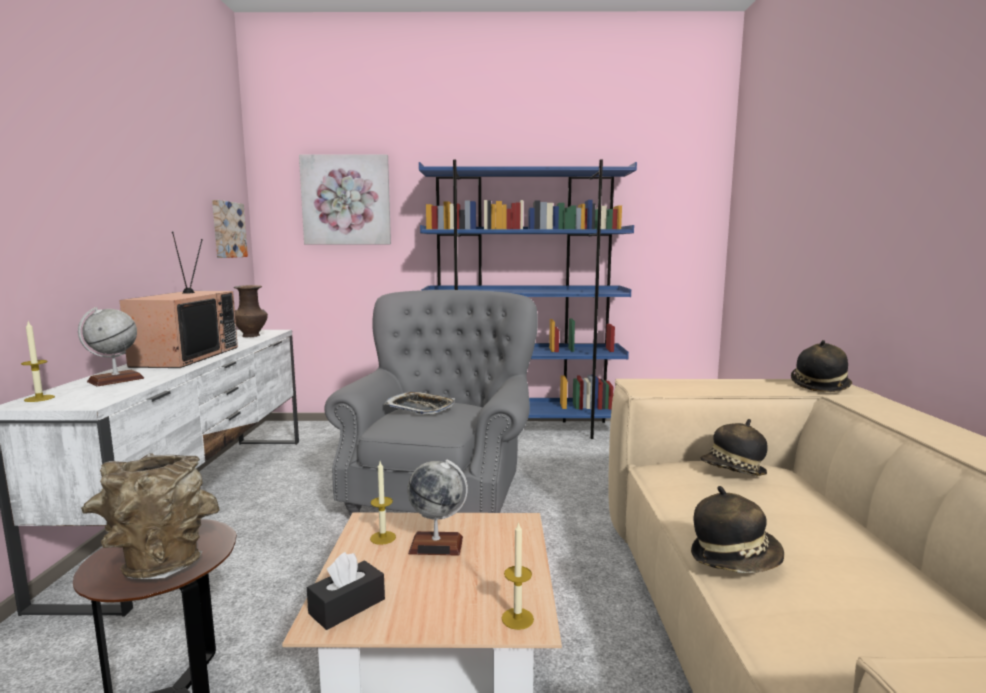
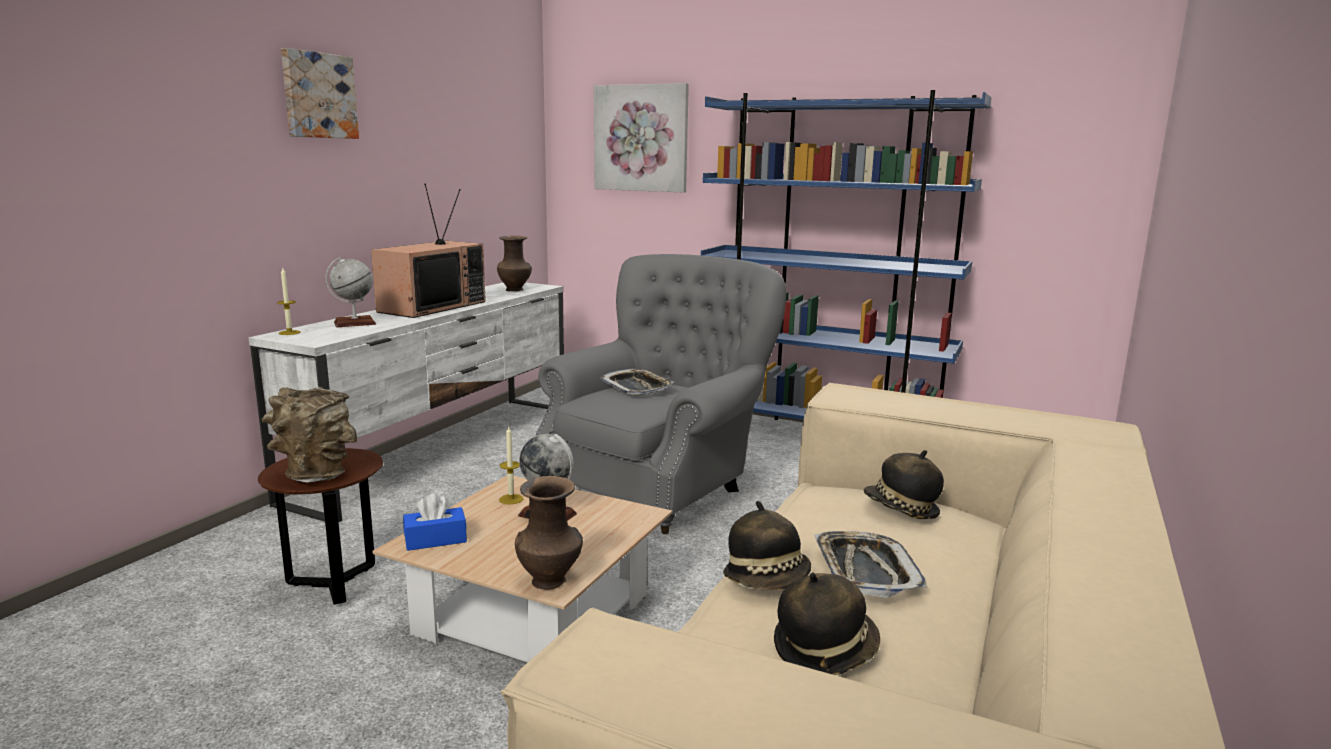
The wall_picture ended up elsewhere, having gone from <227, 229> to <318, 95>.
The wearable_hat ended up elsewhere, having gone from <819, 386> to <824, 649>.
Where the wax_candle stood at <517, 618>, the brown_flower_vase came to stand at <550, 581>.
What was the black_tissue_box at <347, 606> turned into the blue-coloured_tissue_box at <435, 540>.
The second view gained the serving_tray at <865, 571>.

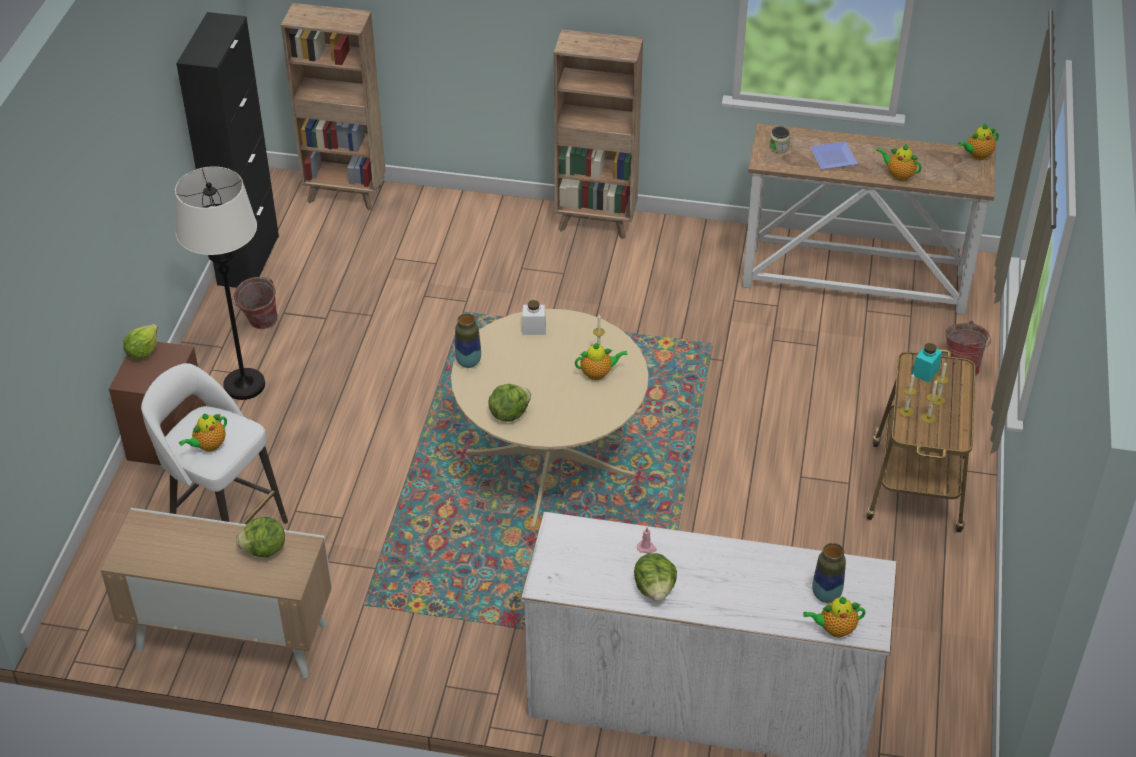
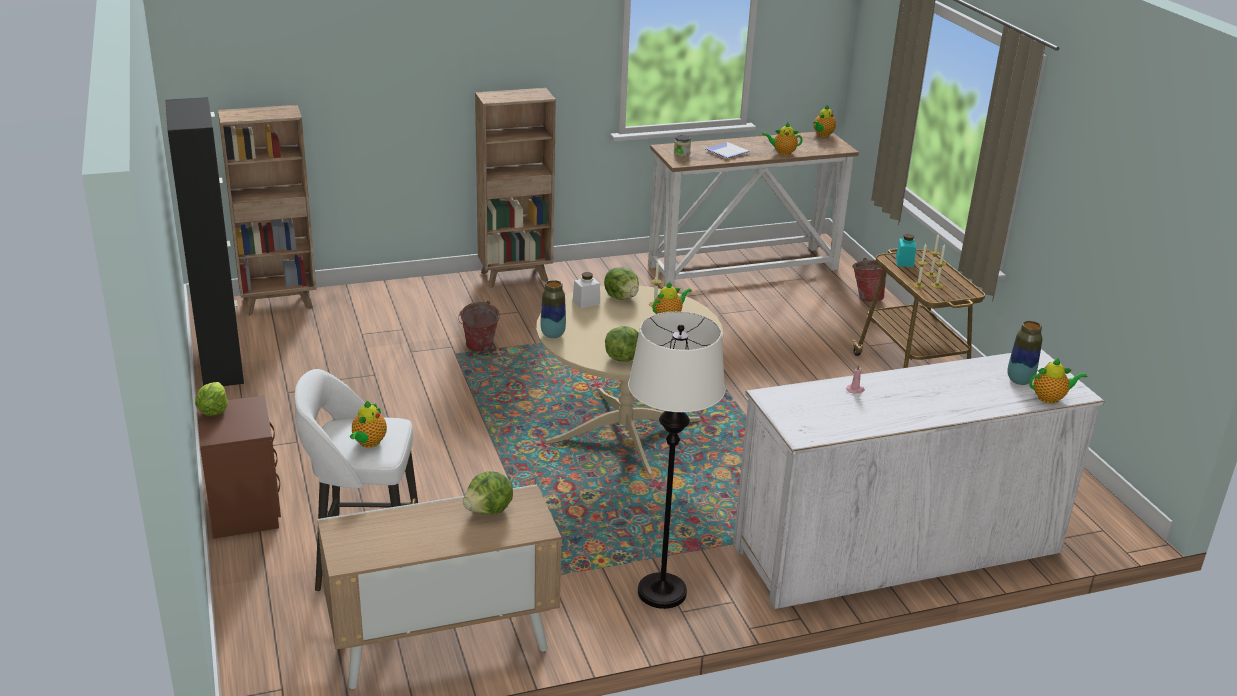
The whitish_standing_lamp ended up elsewhere, having gone from <244, 385> to <662, 592>.
The bucket ended up elsewhere, having gone from <259, 324> to <479, 349>.
The lettuce ended up elsewhere, having gone from <655, 589> to <622, 297>.
The teapot at <834, 629> ended up facing another way, 150 degrees counterclockwise from before.

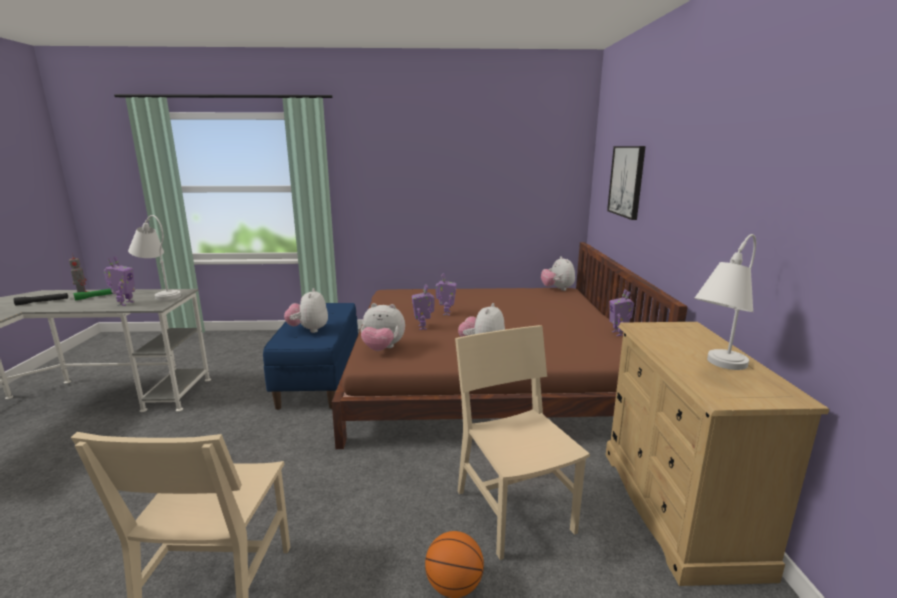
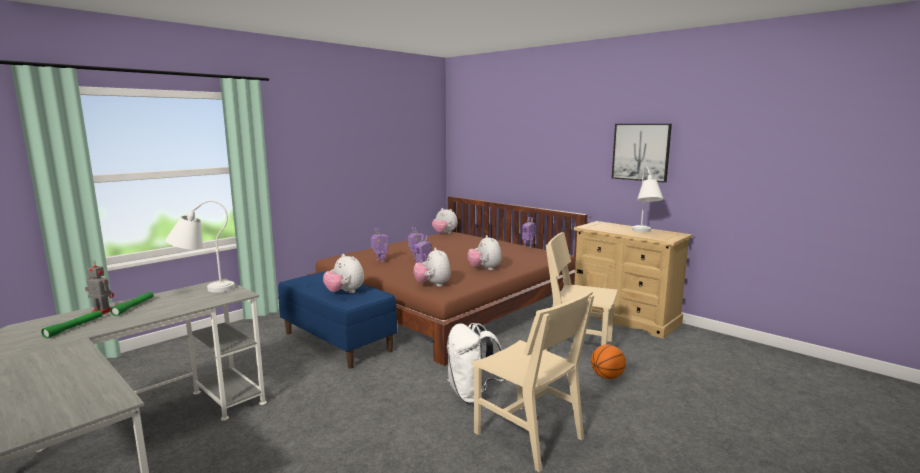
The wall_picture ended up elsewhere, having gone from <627, 181> to <641, 152>.
The model_robot ended up elsewhere, having gone from <125, 303> to <380, 260>.
What was the black_hand_torch at <42, 302> turned into the green_hand_torch at <74, 327>.
The plush_toy at <382, 349> ended up facing another way, 105 degrees clockwise from before.
The second view gained the whitish_knapsack at <473, 395>.

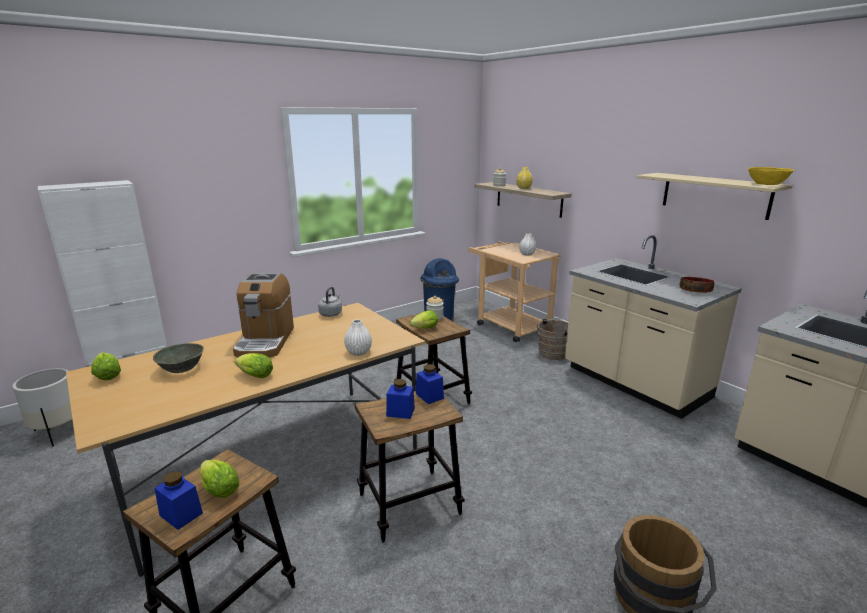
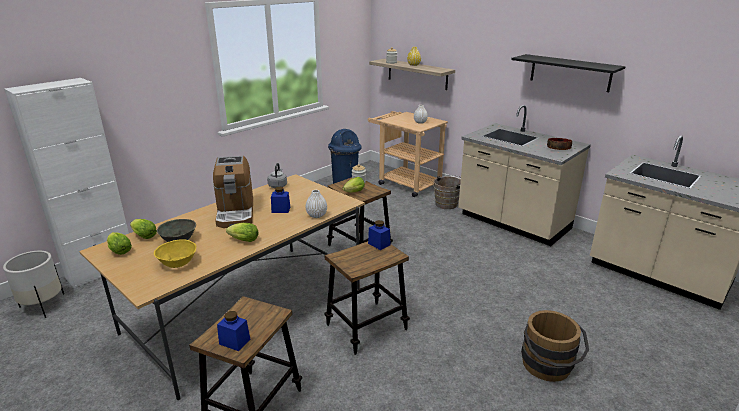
The yellow_bowl ended up elsewhere, having gone from <767, 184> to <178, 262>.
What was the beige_wall_shelf at <715, 195> turned into the black_wall_shelf at <570, 73>.
The blue-coloured_preserve_jar ended up elsewhere, having gone from <400, 412> to <281, 210>.
The lettuce ended up elsewhere, having gone from <218, 488> to <143, 236>.

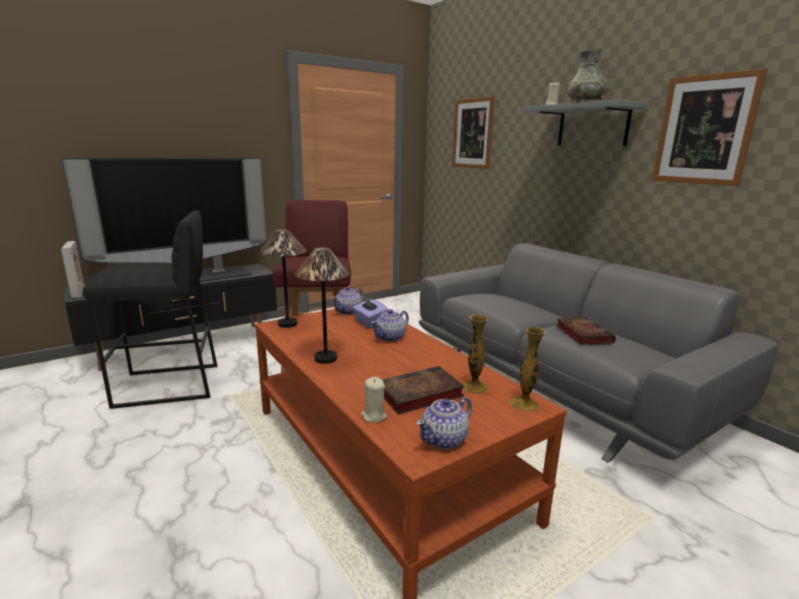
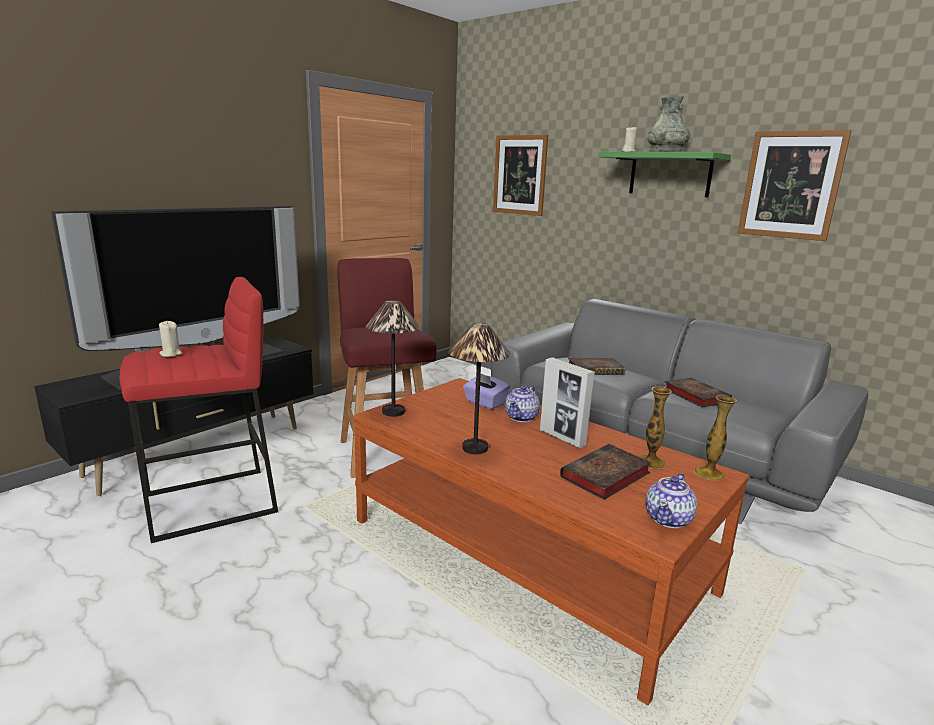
What was the grey_wall_shelf at <592, 126> turned into the green_wall_shelf at <670, 174>.
What was the black_stool_seat at <167, 386> turned into the reddish_stool_seat at <211, 504>.
The picture_frame ended up elsewhere, having gone from <78, 293> to <562, 438>.
The second view lost the teapot at <348, 311>.
The beige_wax_candle ended up elsewhere, having gone from <373, 416> to <171, 354>.
The second view gained the book at <596, 370>.

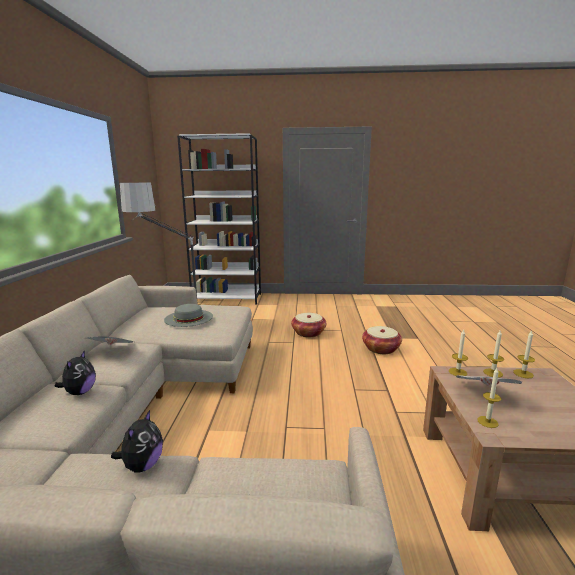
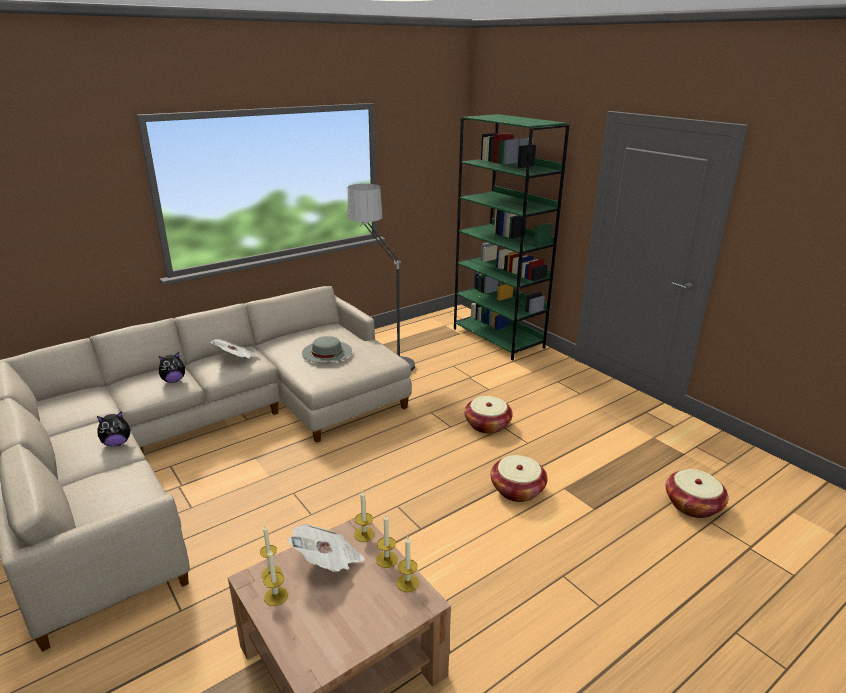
What was the whitish_bookshelf at <227, 298> turned into the green_bookshelf at <498, 338>.
The second view gained the household_basket at <692, 505>.
The second view gained the wax_candle at <276, 596>.

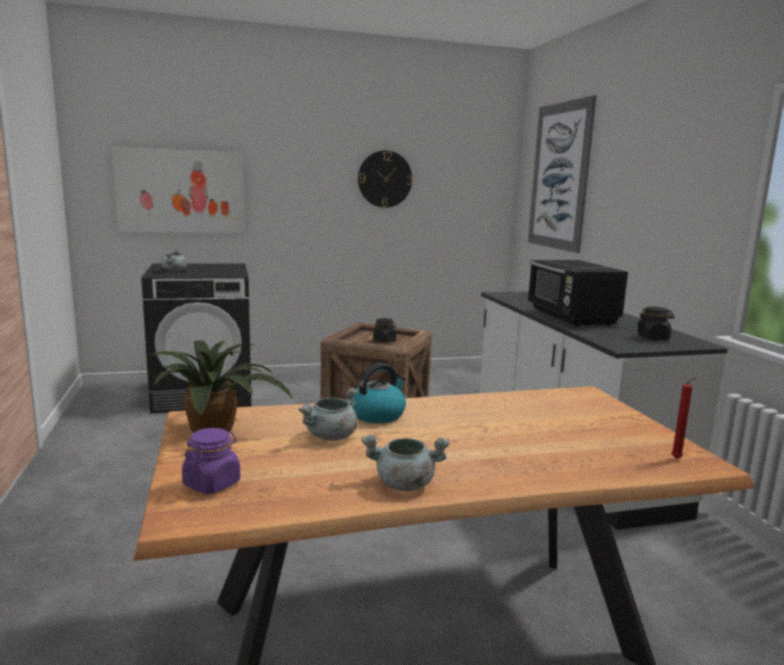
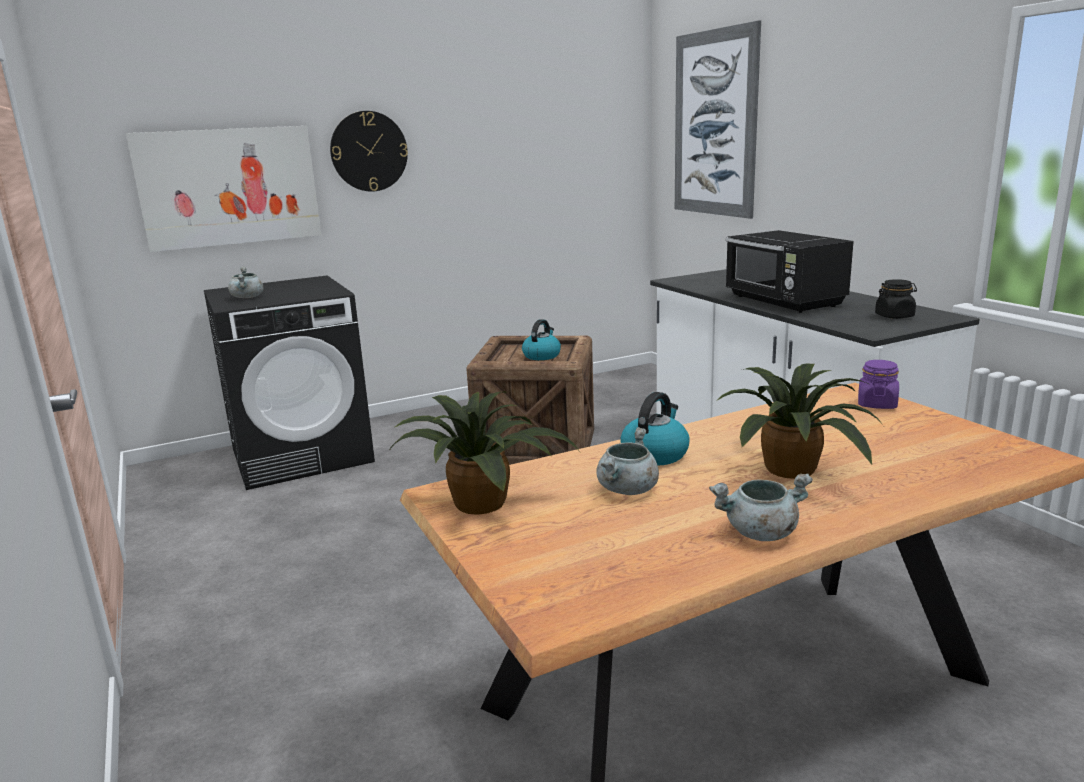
The hanging_clock ended up elsewhere, having gone from <385, 179> to <369, 151>.
Where the black_preserve_jar stood at <384, 341>, the tea_kettle came to stand at <542, 355>.
The second view lost the reddish_wax_candle at <678, 458>.
The purplish_preserve_jar ended up elsewhere, having gone from <212, 483> to <876, 404>.
The second view gained the plant_in_a_pot at <794, 470>.

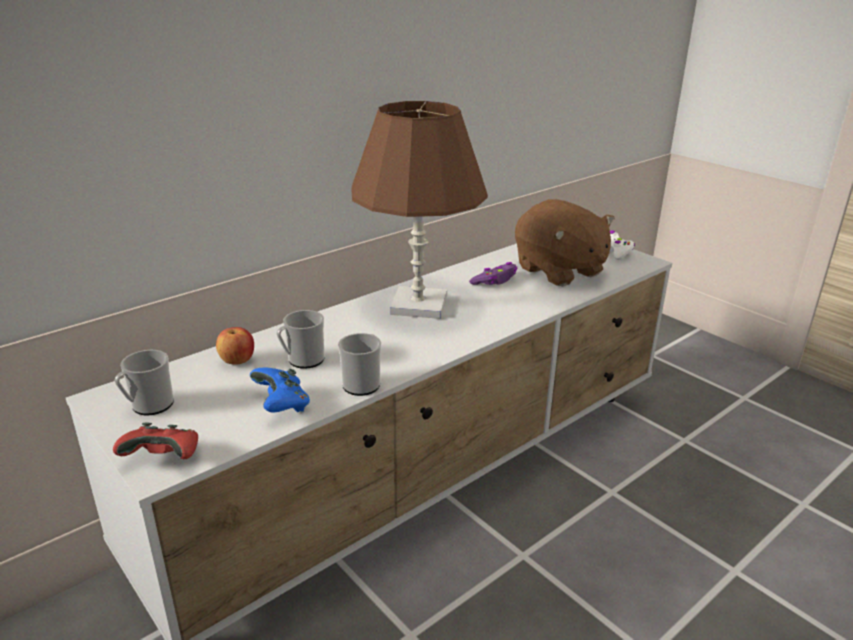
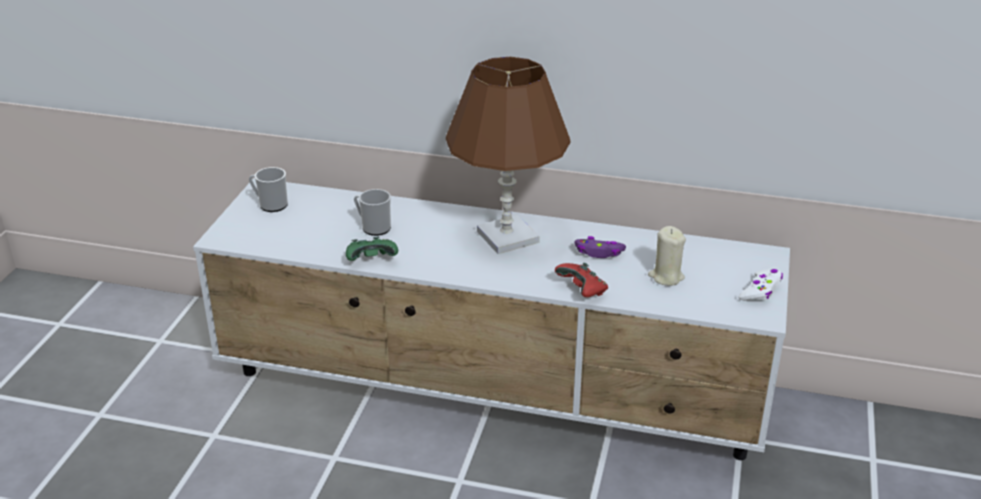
Where the brown_plush_toy stood at <559, 271>, the beige_wax_candle came to stand at <666, 277>.
The second view lost the whole_apple at <237, 361>.
Where the coffee_mug stood at <363, 383>, the green_game_controller came to stand at <371, 260>.
The second view lost the blue-coloured_game_controller at <282, 405>.
The reddish_game_controller ended up elsewhere, having gone from <164, 458> to <582, 291>.

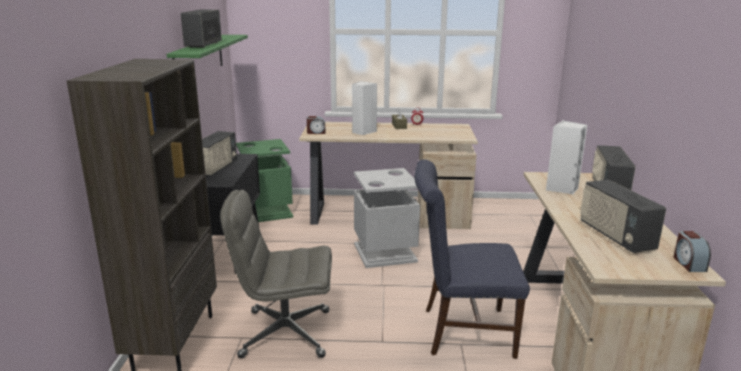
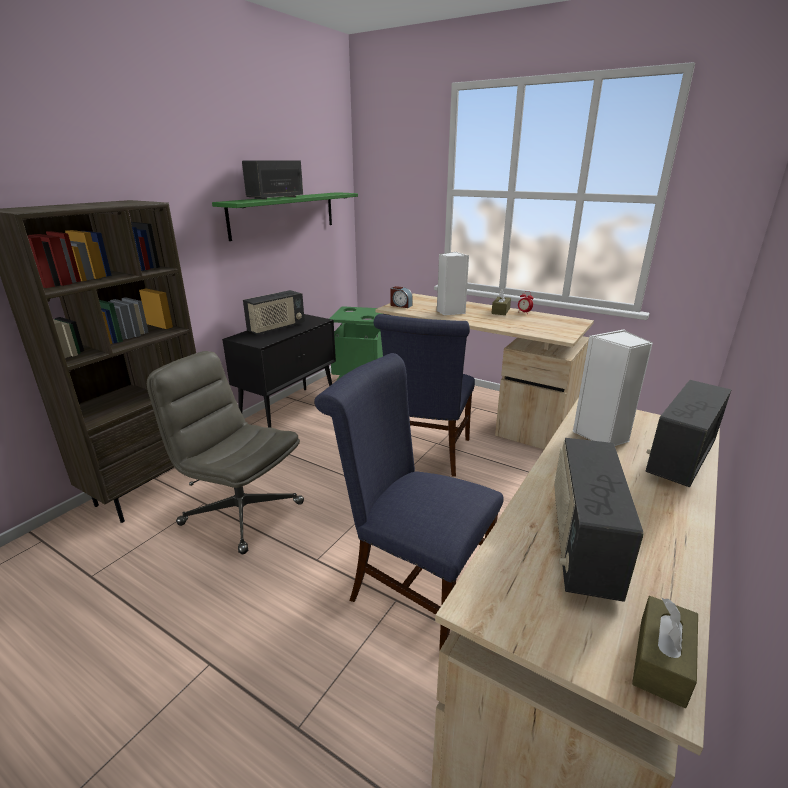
Where the grey_rubbish_bin stood at <384, 253>, the blue-coloured_chair came to stand at <426, 454>.
Where the alarm_clock stood at <688, 263>, the brown_tissue_box came to stand at <661, 660>.

